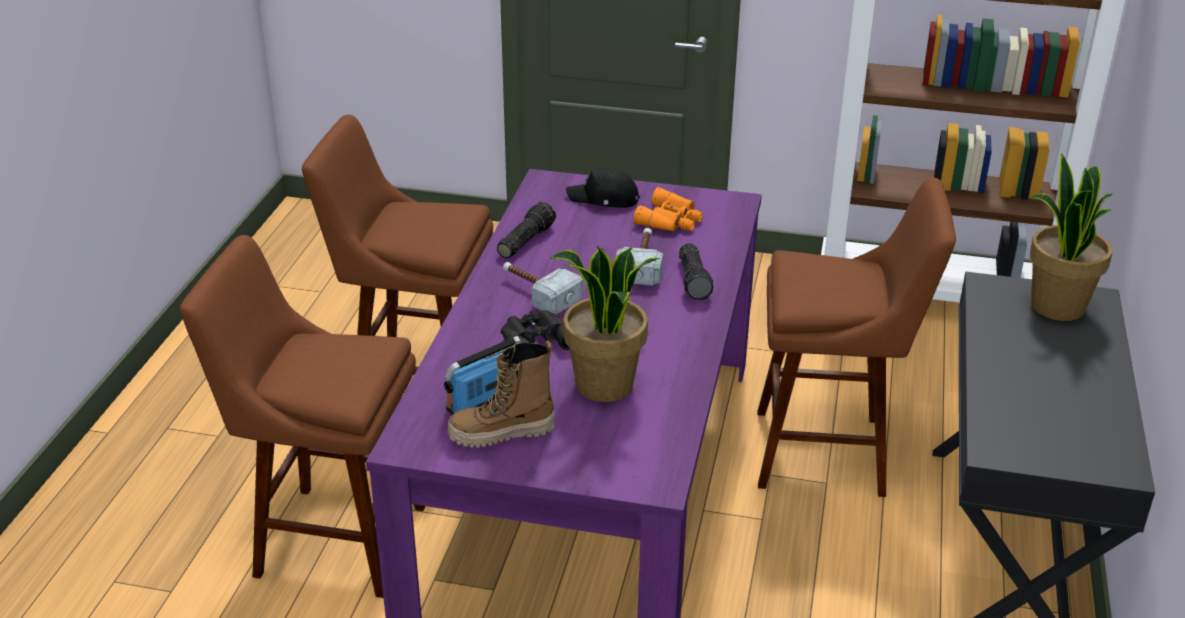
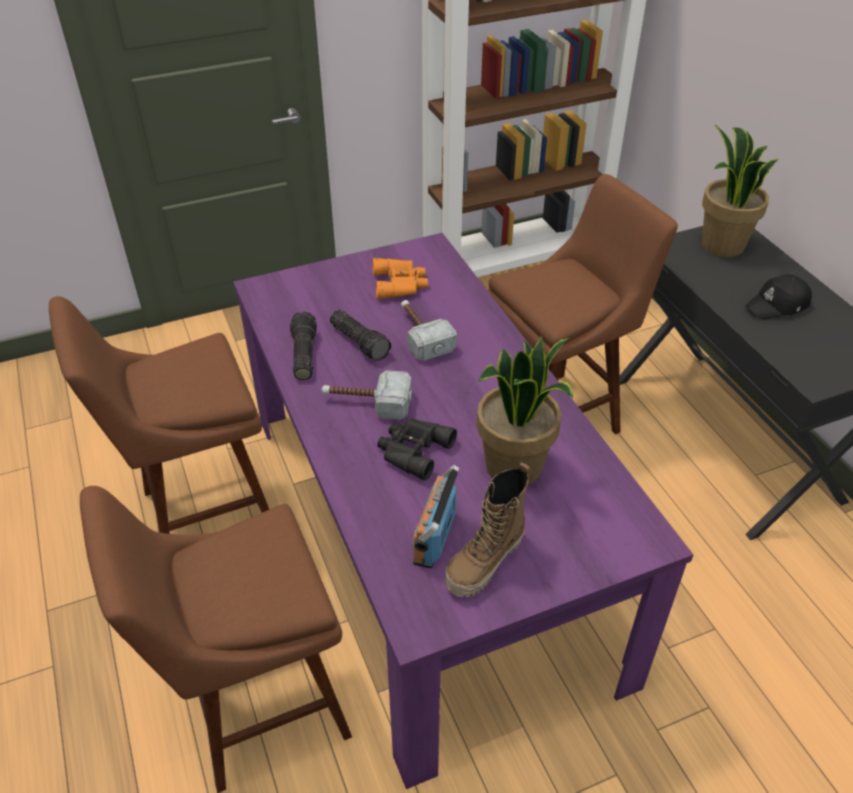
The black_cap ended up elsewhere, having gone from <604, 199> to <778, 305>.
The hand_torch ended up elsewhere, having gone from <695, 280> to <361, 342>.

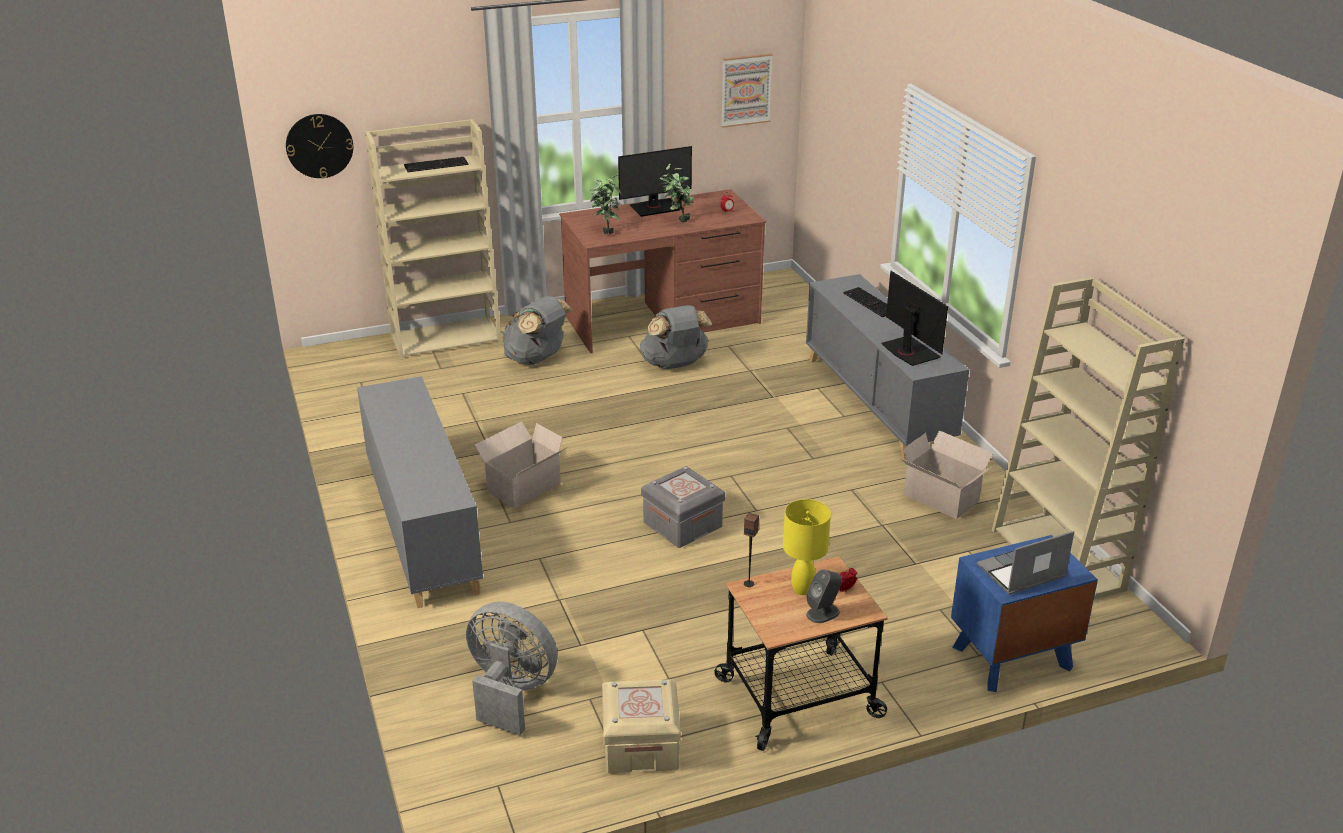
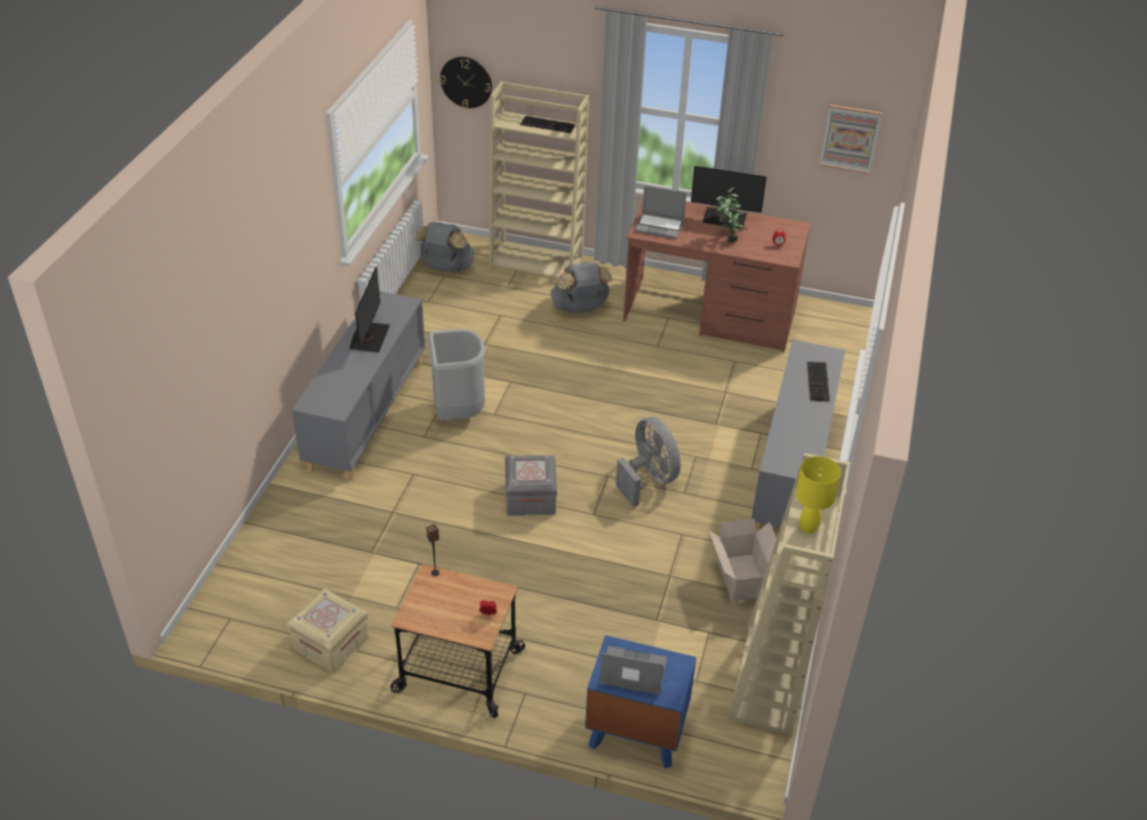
Where the plant_in_a_pot stood at <606, 231>, the notebook_computer came to stand at <660, 226>.
The computer_screen ended up elsewhere, having gone from <909, 351> to <369, 337>.
The grey_knapsack ended up elsewhere, having gone from <674, 365> to <446, 268>.
Where the carton stood at <522, 488>, the grey_rubbish_bin came to stand at <458, 413>.
The yellow_lamp_for_a_table ended up elsewhere, having gone from <803, 589> to <809, 528>.
The second view lost the grey_audio_speaker at <823, 613>.
The grey_electric_fan ended up elsewhere, having gone from <511, 692> to <648, 479>.

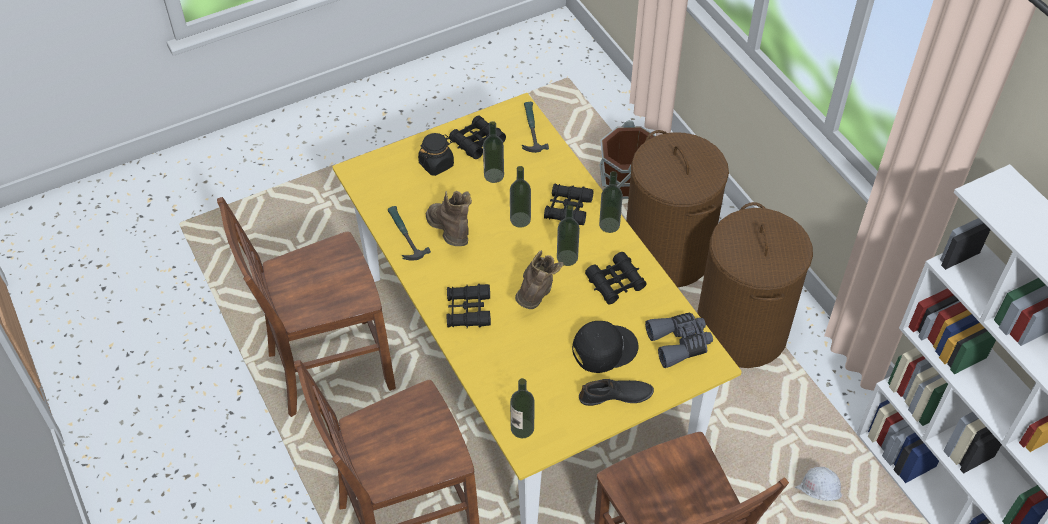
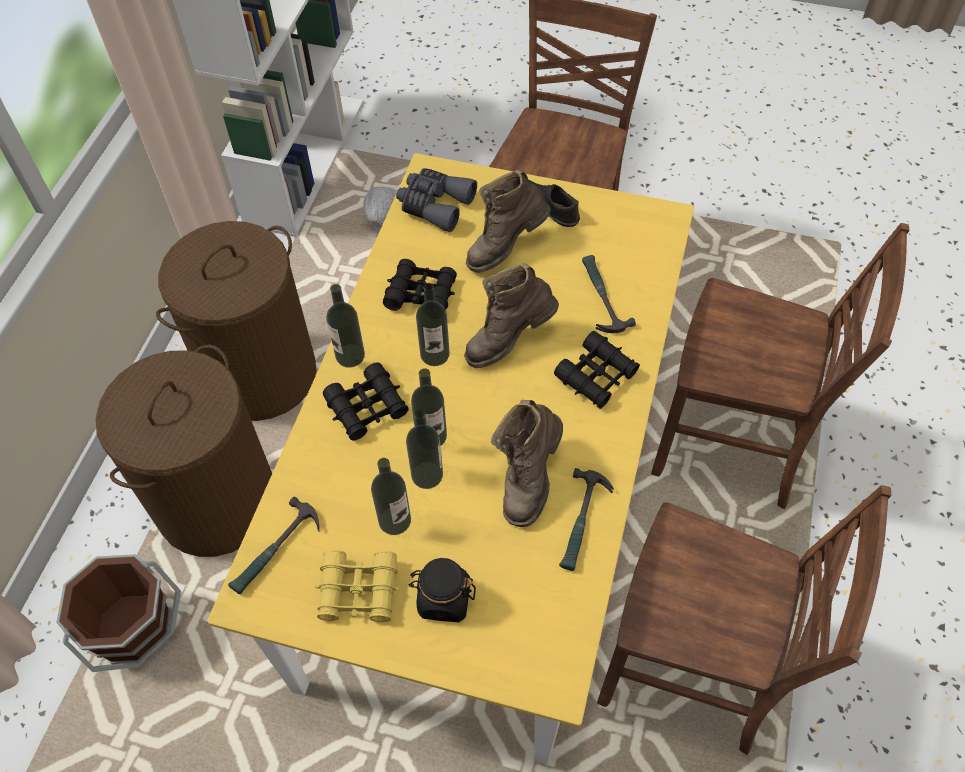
What was the black_field_glasses at <477, 142> turned into the yellow_field_glasses at <358, 591>.
Where the black_cap stood at <604, 348>, the brown_high-top_boot came to stand at <505, 247>.
The drink_bottle ended up elsewhere, having gone from <522, 428> to <427, 475>.
The second view gained the hammer at <600, 297>.

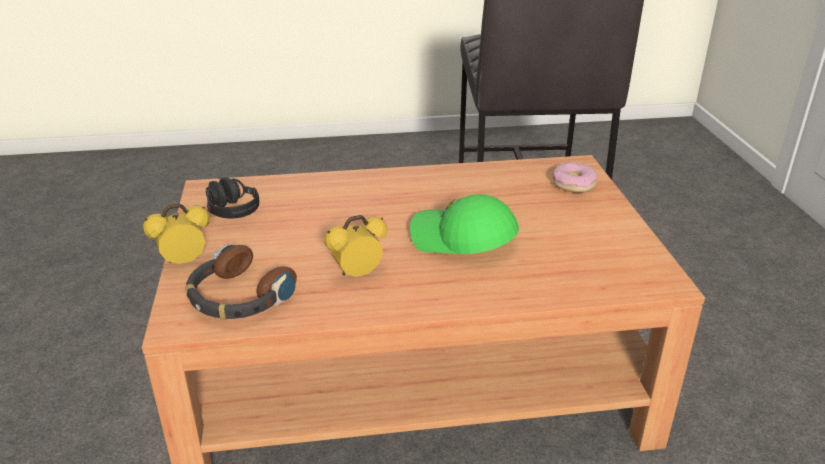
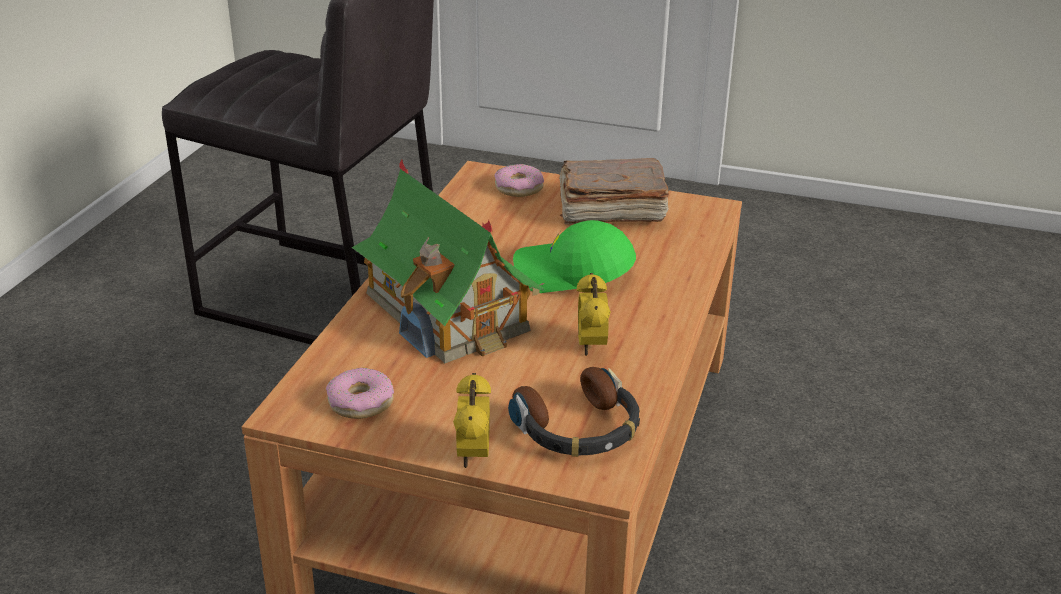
Where the black_pair_of_headphones stood at <228, 207>, the doughnut came to stand at <361, 402>.
The green_cap at <461, 240> ended up facing another way, 45 degrees clockwise from before.
The second view gained the brown_book at <609, 210>.
The second view gained the miniature_house at <447, 312>.

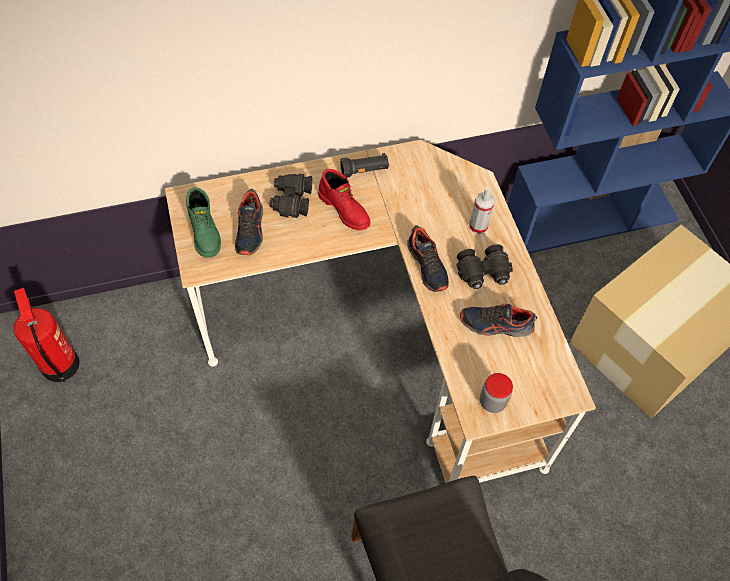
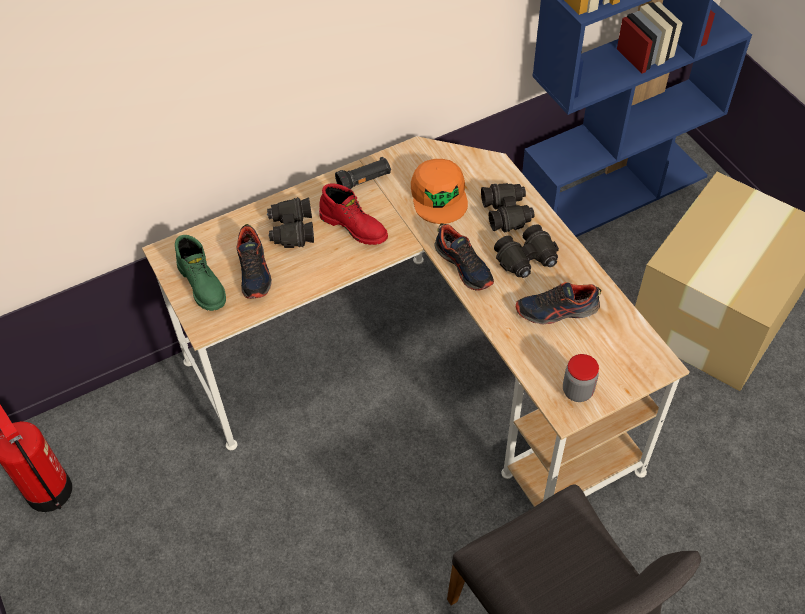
Where the spray_bottle stood at <478, 226>, the black_field_glasses came to stand at <507, 213>.
The second view gained the orangey_cap at <439, 196>.

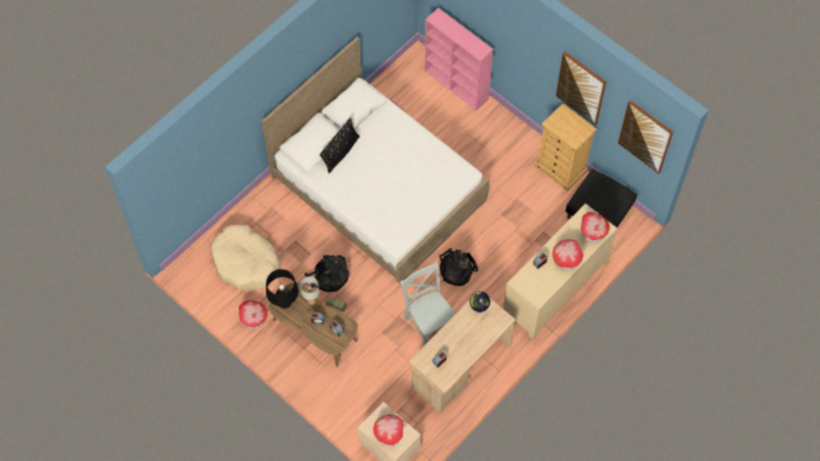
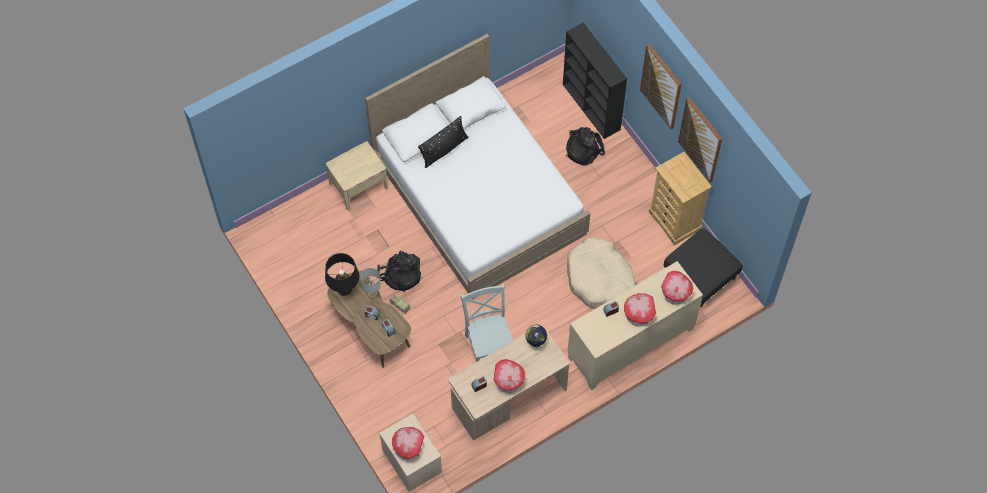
What was the pinkish_bookshelf at <457, 85> turned into the black_bookshelf at <592, 107>.
The wall_picture ended up elsewhere, having gone from <645, 136> to <661, 86>.
The beige_dog_bed ended up elsewhere, having gone from <245, 262> to <600, 280>.
The black_knapsack ended up elsewhere, having gone from <456, 270> to <582, 149>.
The miniature_house ended up elsewhere, having gone from <254, 319> to <509, 381>.
The second view gained the beige_nightstand at <358, 185>.

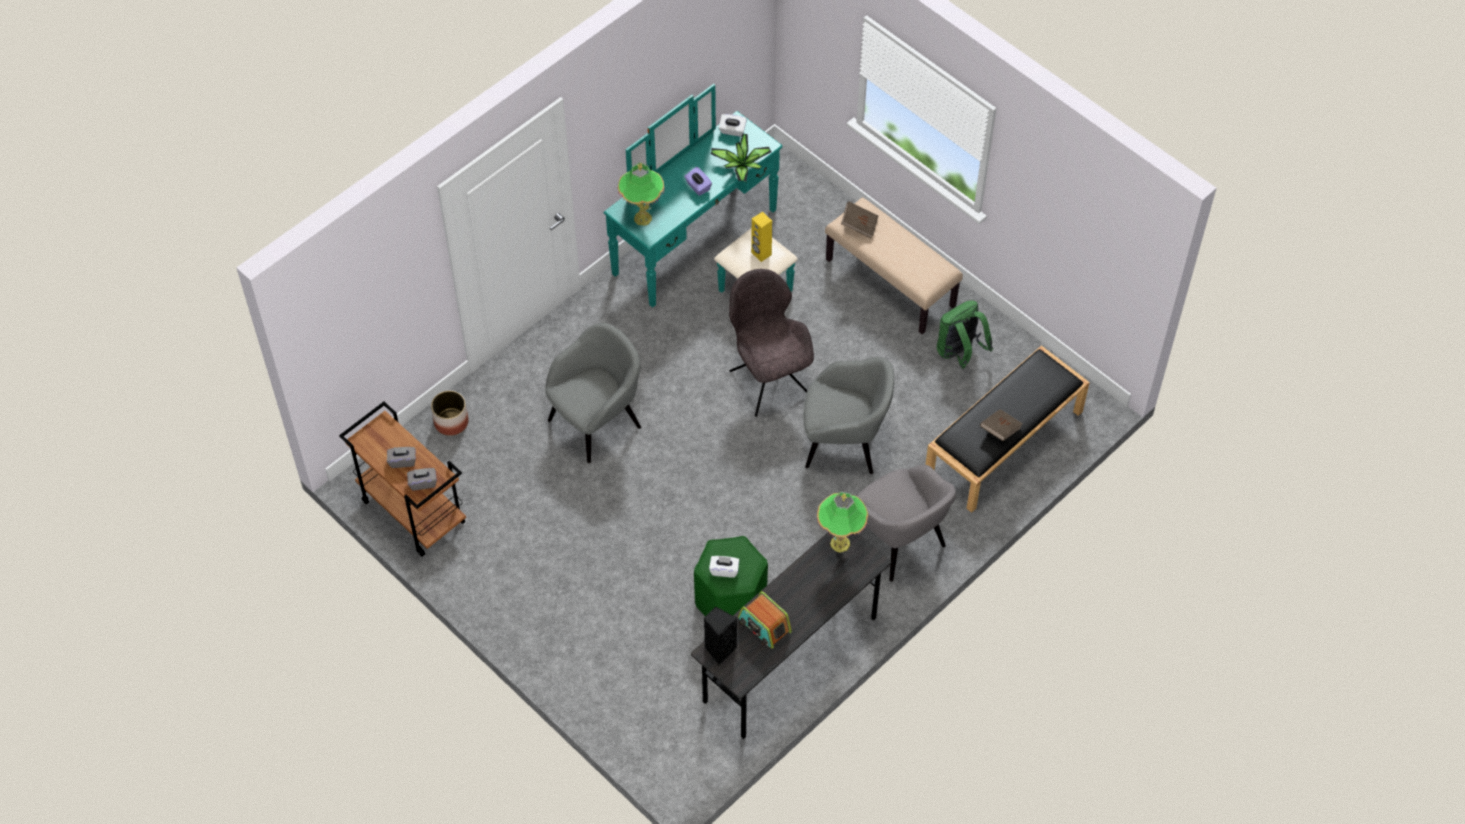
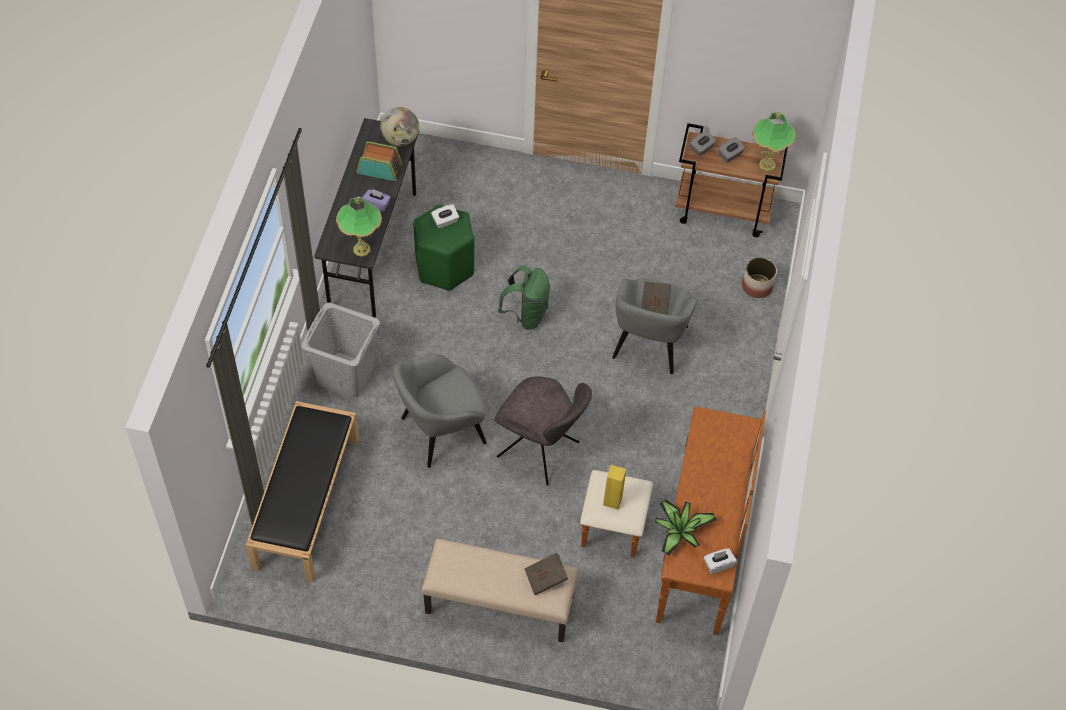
What was the turquoise_chest_of_drawers at <709, 252> turned into the brown_chest_of_drawers at <680, 543>.
The lamp_for_a_table ended up elsewhere, having gone from <642, 218> to <767, 165>.
The purplish_tissue_box ended up elsewhere, having gone from <698, 187> to <377, 204>.
The green_knapsack ended up elsewhere, having gone from <959, 353> to <526, 315>.
The brown_book ended up elsewhere, having gone from <1000, 430> to <654, 305>.
Where the grey_easy_chair stood at <899, 541>, the grey_laundry_basket came to stand at <345, 374>.
Where the black_audio_speaker stood at <719, 649>, the desk_globe came to stand at <400, 139>.

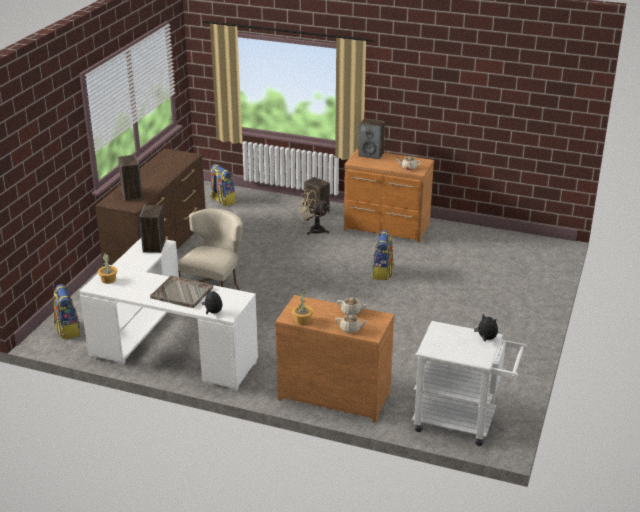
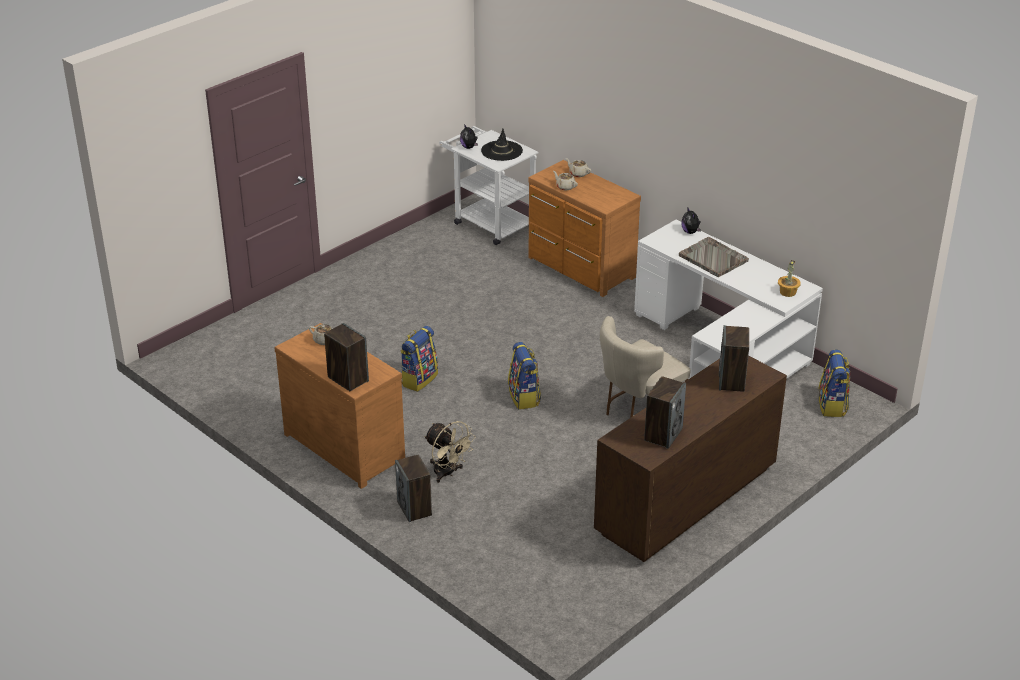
The knapsack ended up elsewhere, having gone from <222, 201> to <524, 397>.
The audio_speaker ended up elsewhere, having gone from <154, 246> to <663, 434>.
The second view lost the plant_in_a_pot at <302, 320>.
The second view gained the black_wearable_hat at <501, 151>.

